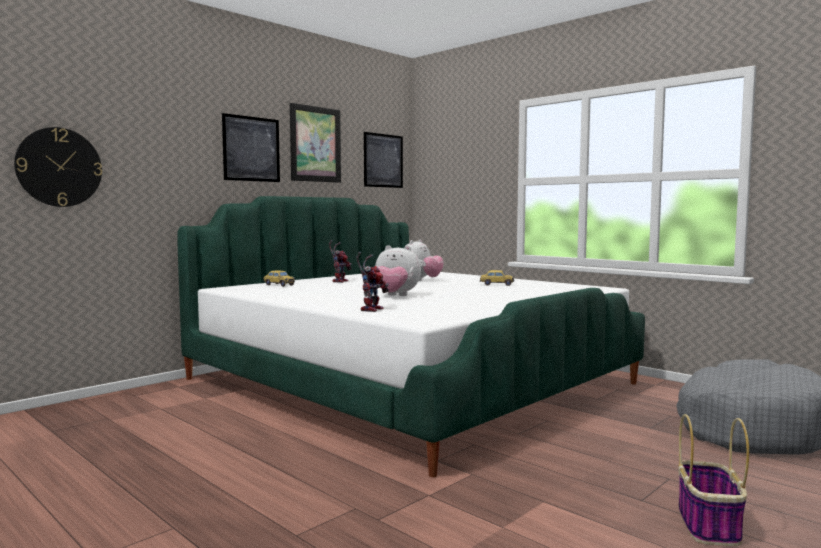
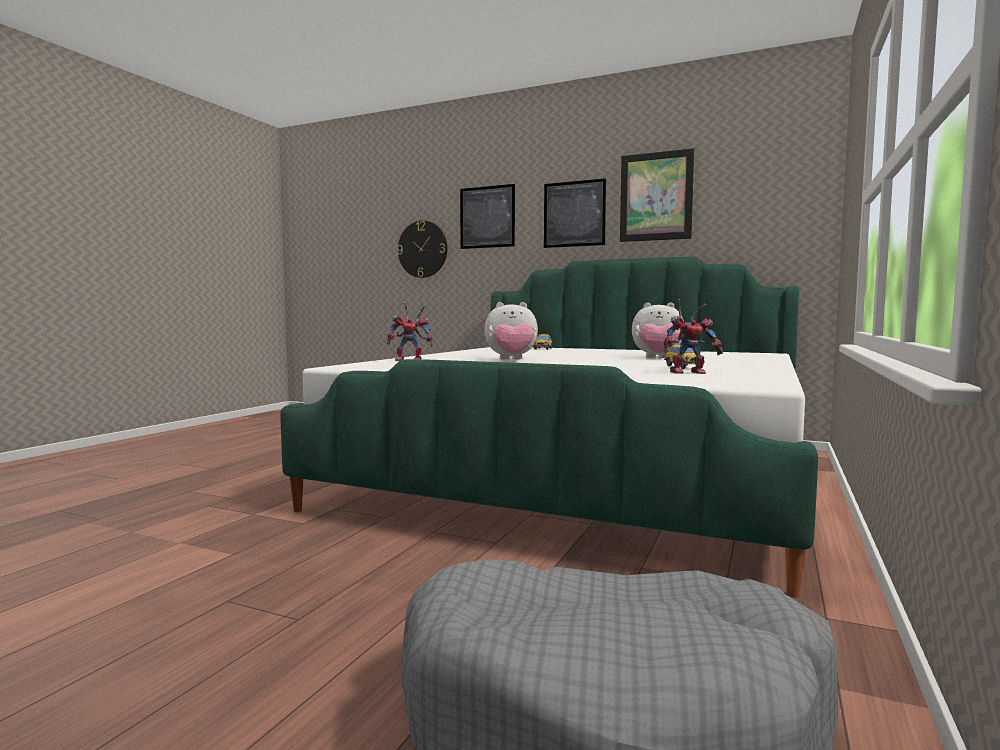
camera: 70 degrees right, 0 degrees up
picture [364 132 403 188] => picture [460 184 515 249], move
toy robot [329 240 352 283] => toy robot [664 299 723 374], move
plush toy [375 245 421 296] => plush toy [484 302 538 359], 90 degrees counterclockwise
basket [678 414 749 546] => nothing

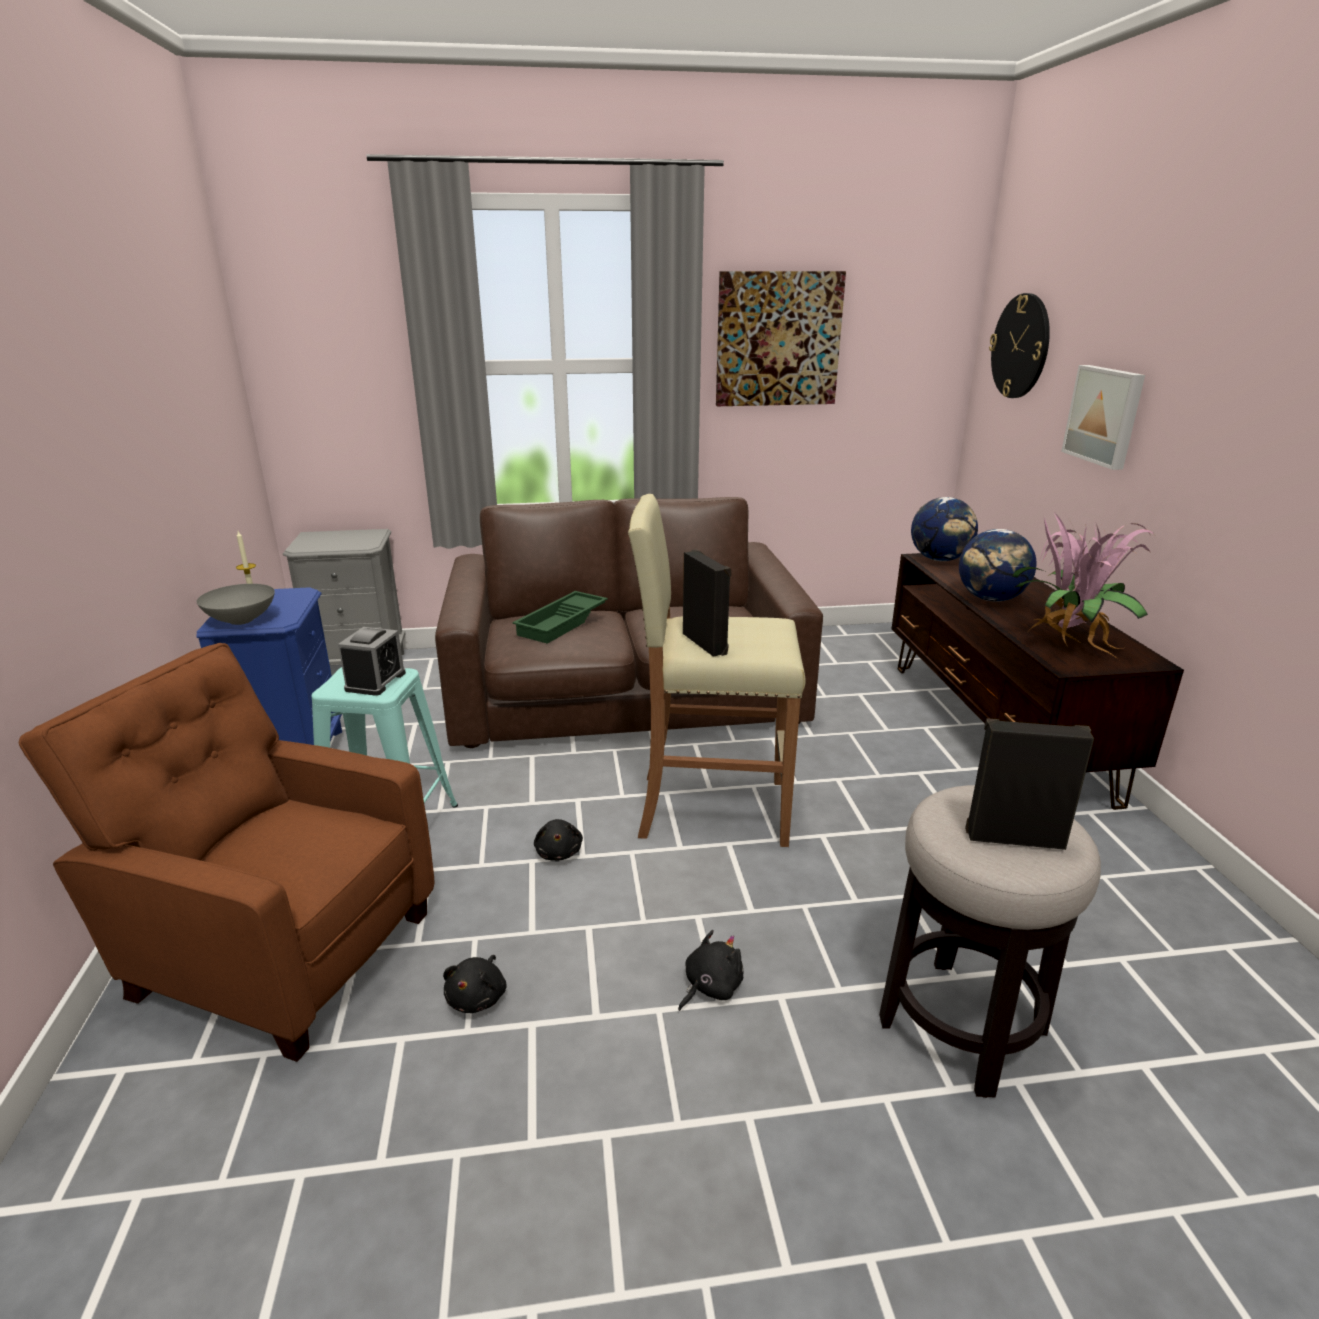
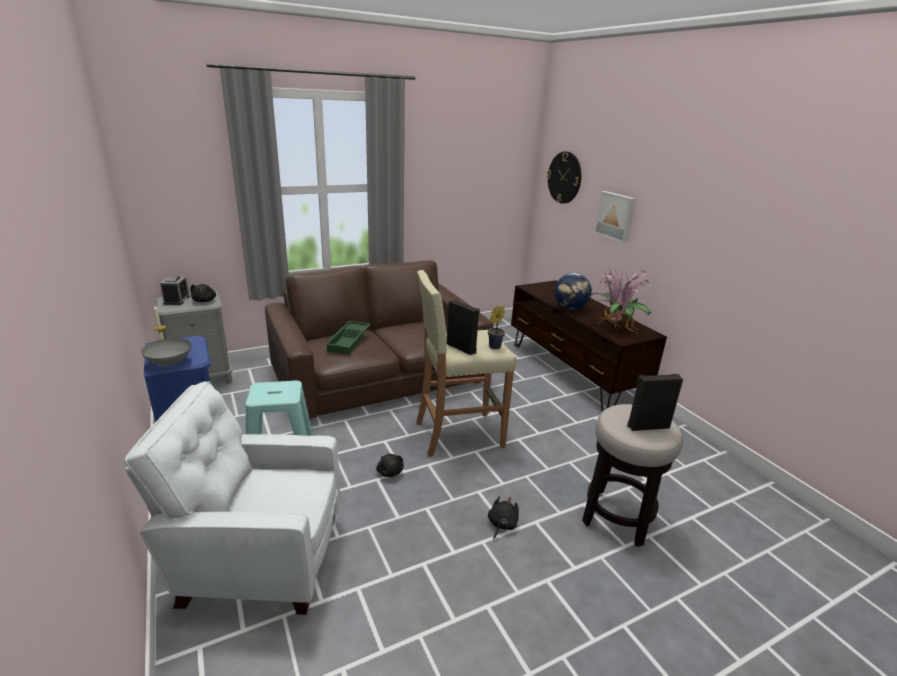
camera: 20 degrees left, 0 degrees up
picture [716 271 846 406] => nothing
globe [911 497 978 561] => nothing
alarm clock [338 627 406 696] => alarm clock [160 276 190 305], move
brown armchair [18 643 435 1062] => white armchair [124 381 340 615]
black plush toy [443 955 507 1013] => black plush toy [190 284 216 302], move
nothing => potted plant [488 306 505 349]

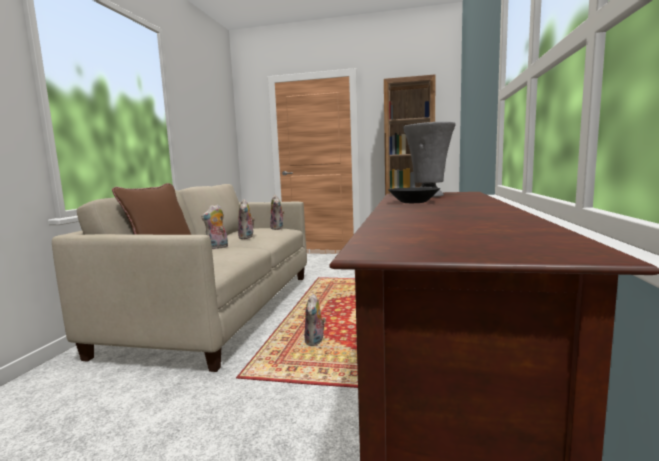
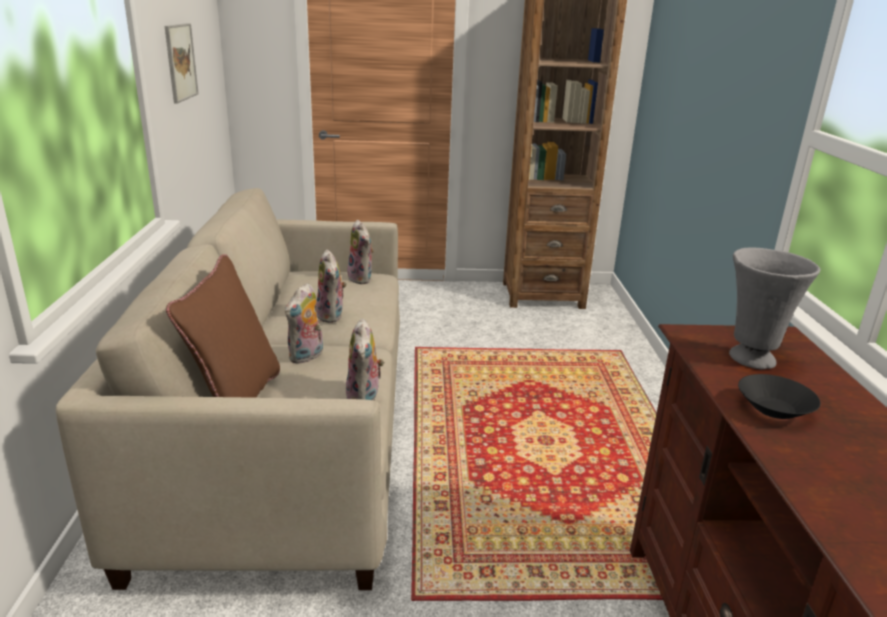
camera: 15 degrees left, 15 degrees up
plush toy [304 294 326 346] => plush toy [346 319 384 401], move
nothing => picture [165 23 199 104]

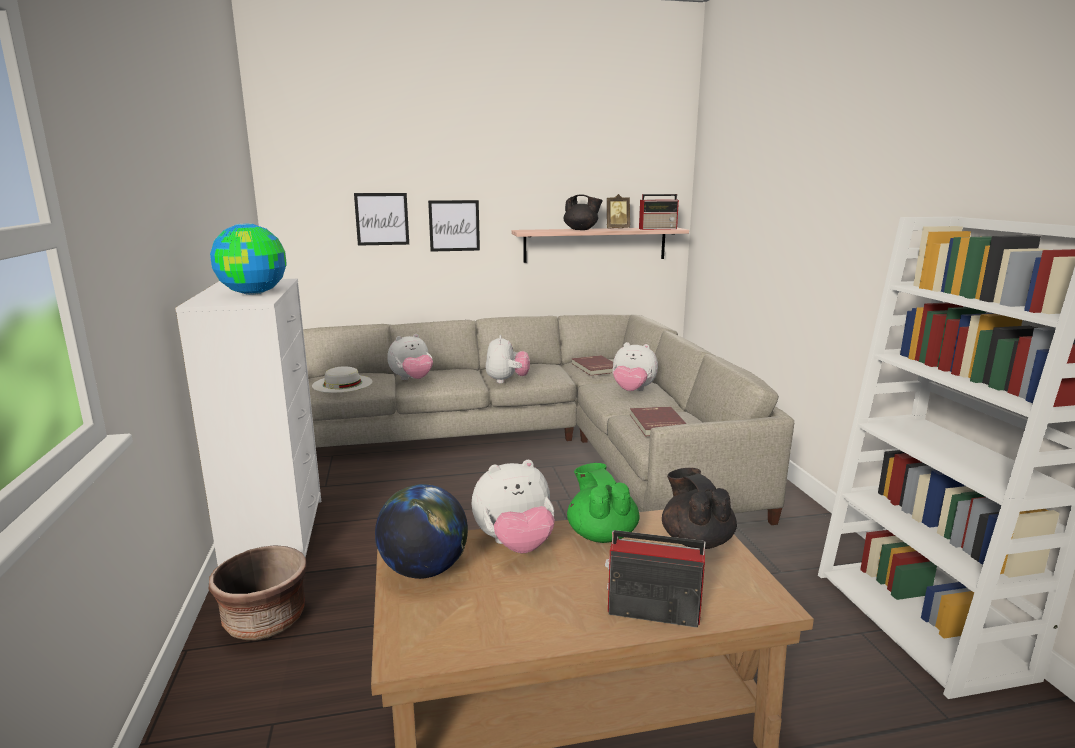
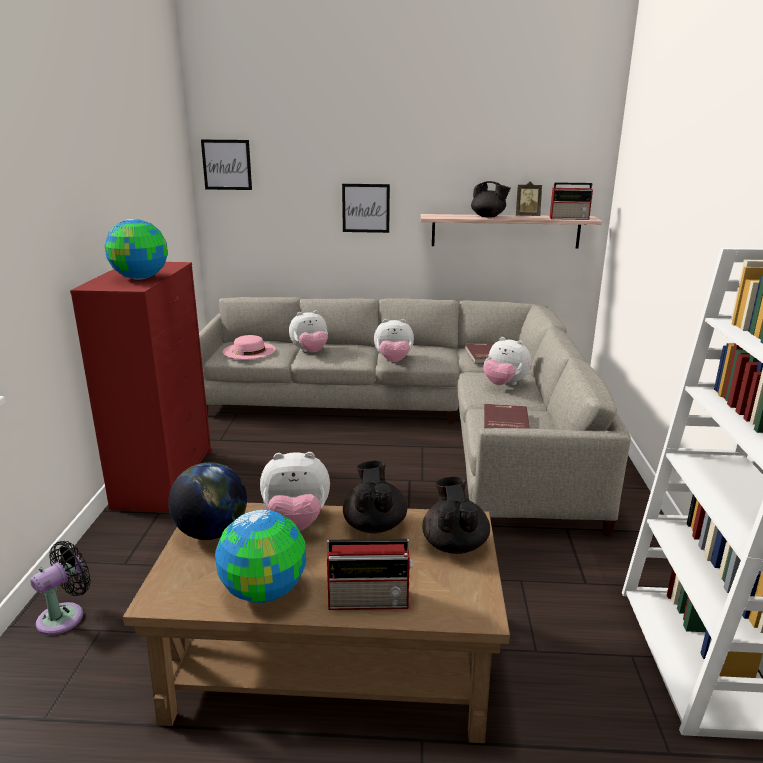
camera: 15 degrees right, 5 degrees up
picture [354 193 409 246] => picture [201 139 252 190], move
white dresser [175 279 321 566] => red dresser [70 262 211 512]
plush toy [486 335 530 383] => plush toy [374 319 414 362], 75 degrees clockwise
white hat [312 366 373 393] => pink hat [223 335 276 359]
green teapot [567 463 640 543] => black teapot [343 460 407 533]
radio [605 530 706 628] => radio [327 539 413 610], 150 degrees clockwise
brown planter [208 545 307 640] => nothing
nothing => globe [215 510 306 603]
nothing => black fan [30 541 91 635]

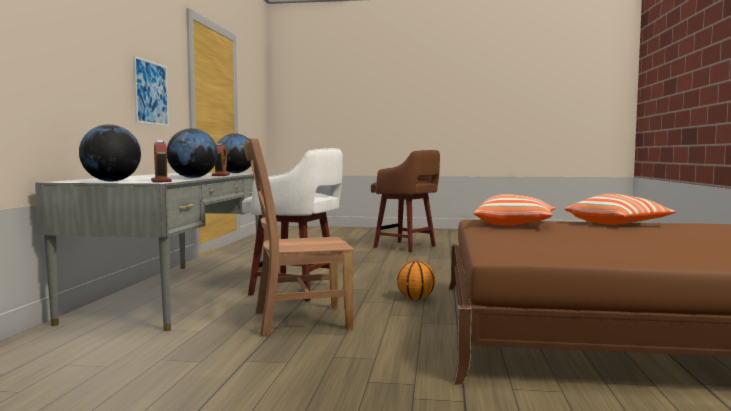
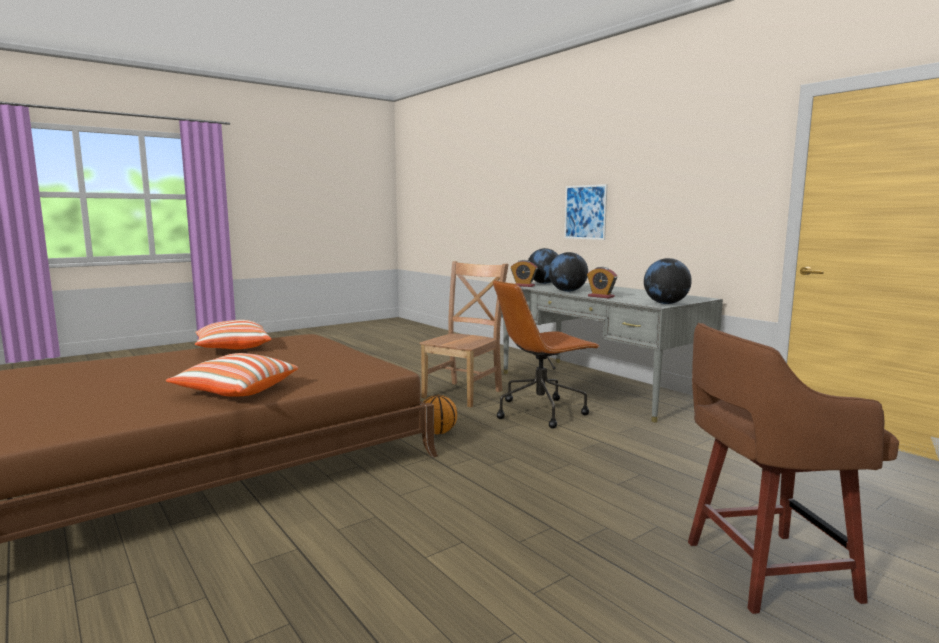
camera: 135 degrees right, 5 degrees up
picture [133 56 169 126] => picture [564 184 607 240], move
white stool [242 148 343 301] => brown office chair [493 280 600 429]
pillow [474 194 555 226] => pillow [195 320 271 349], move

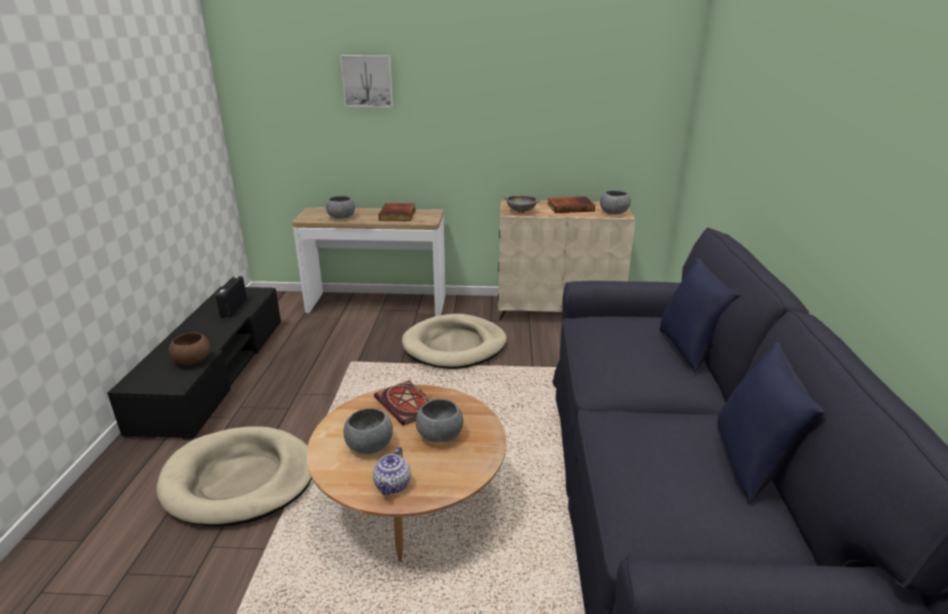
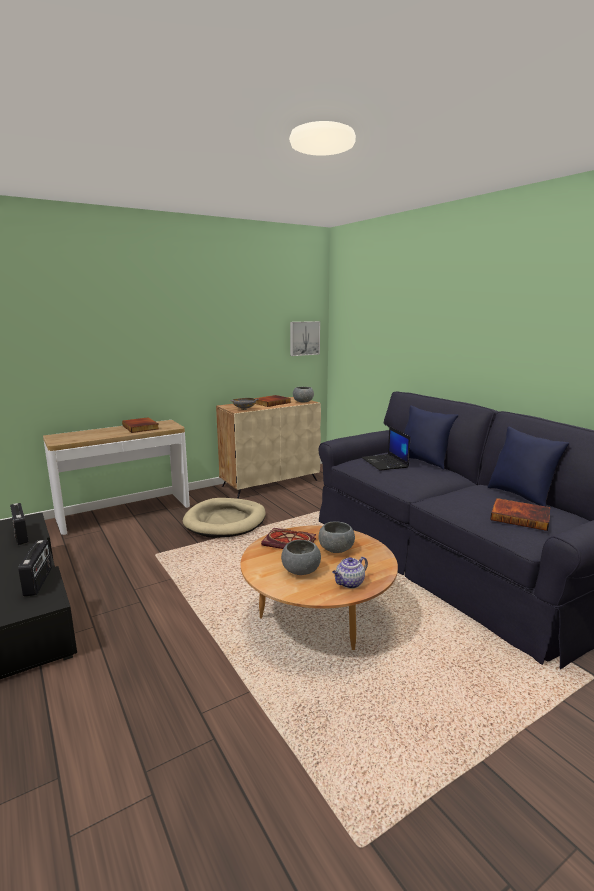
camera: 35 degrees left, 10 degrees down
picture [340 55 393 107] => picture [290 321 320 356], move
grey bowl [326 196 355 219] => nothing
brown bowl [169 333 210 365] => radio [18 540 52 597]
beige dog bed [156 426 312 527] => nothing
teapot [373 446 411 496] => teapot [332 557 368 589], 75 degrees clockwise
nothing => laptop [361 426 410 471]
nothing => book [490 498 550 531]

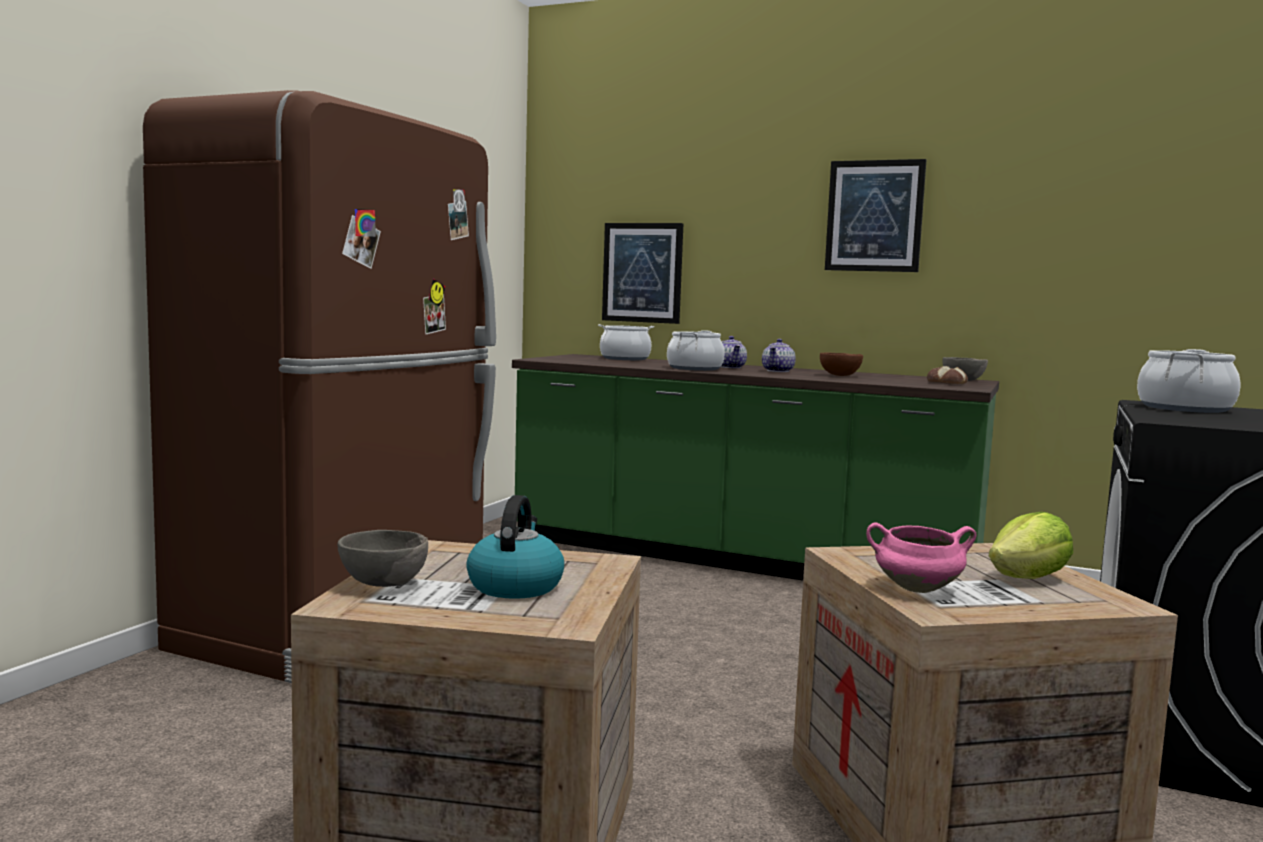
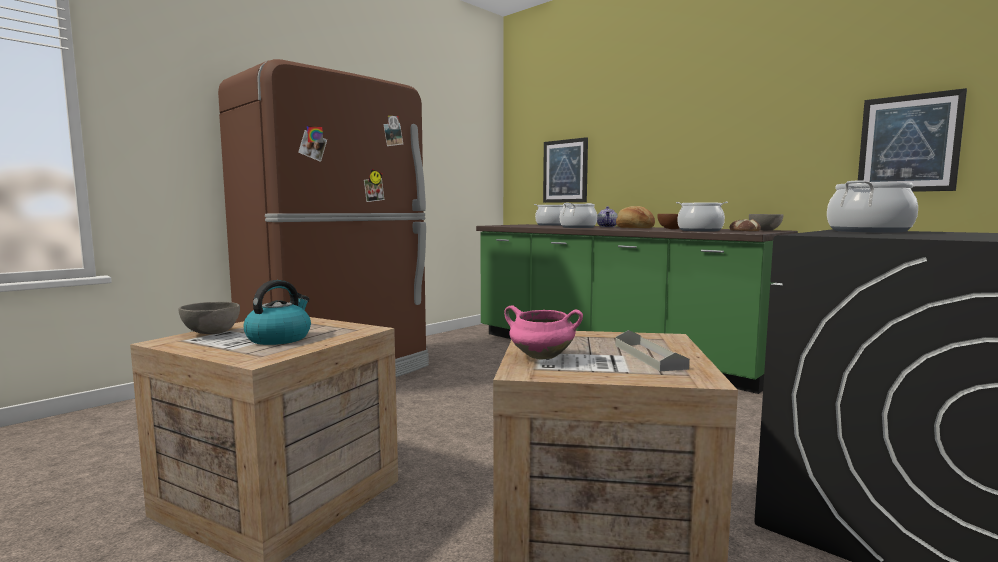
camera: 20 degrees right, 0 degrees up
picture [825 159 926 272] => picture [858 88 967 192], move
teapot [762 339 796 372] => bread [616 206 655 228]
lettuce [989 512 1073 579] => grey tray [615 330 690 371]
nothing => cooking pot [676 202 728 232]

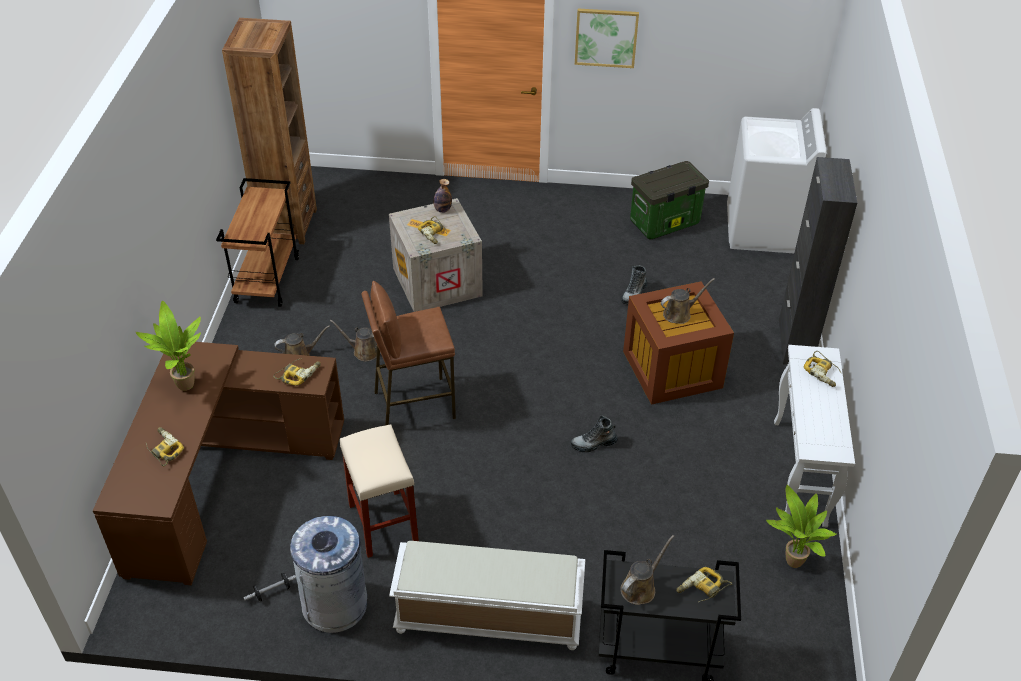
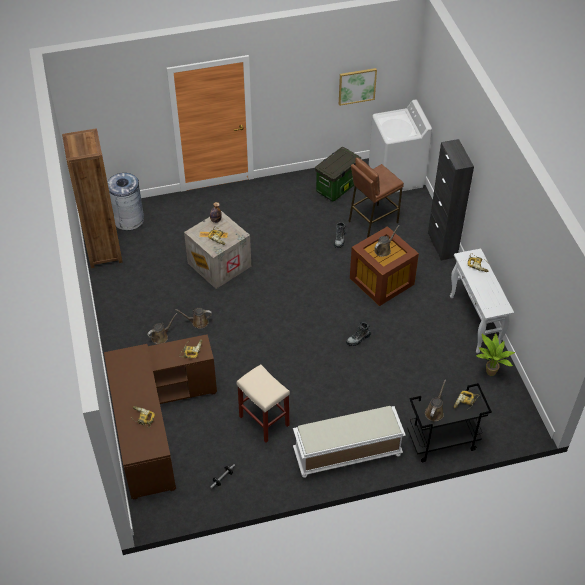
camera: 20 degrees left, 5 degrees up
picture [575 8 639 68] => picture [339 68 377 106], move
brown cart [216 178 299 307] => nothing
brown stool [361 281 456 425] => brown stool [348 158 404 238], move
potted plant [136 301 201 391] => nothing
grey trash can [290 516 367 633] => grey trash can [107 173 144 230], move

